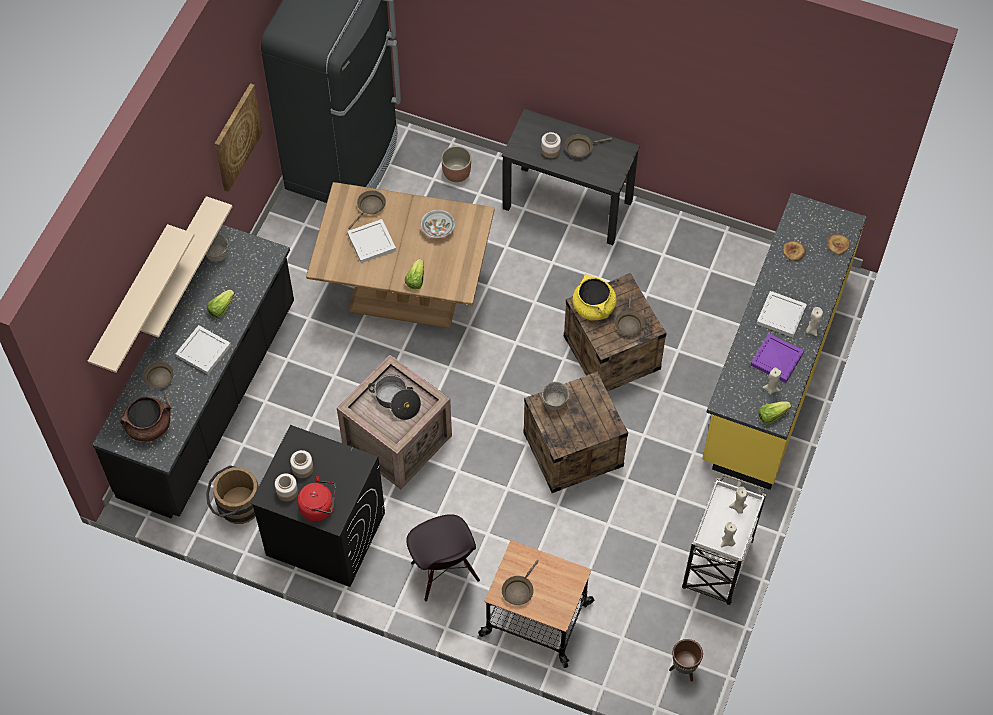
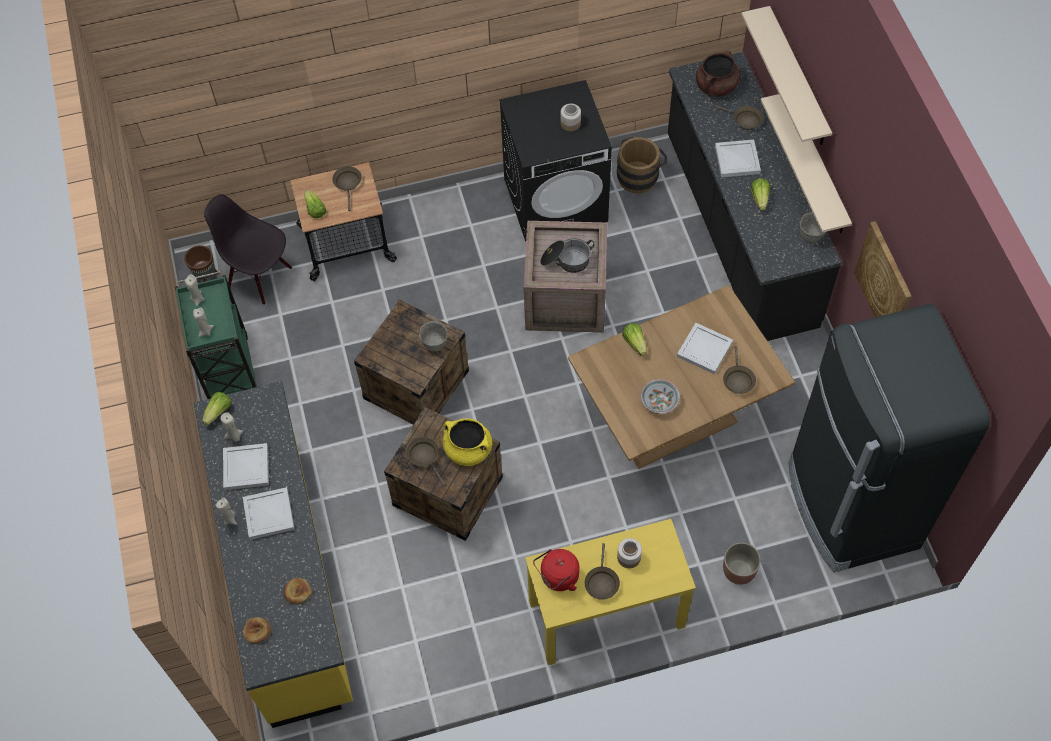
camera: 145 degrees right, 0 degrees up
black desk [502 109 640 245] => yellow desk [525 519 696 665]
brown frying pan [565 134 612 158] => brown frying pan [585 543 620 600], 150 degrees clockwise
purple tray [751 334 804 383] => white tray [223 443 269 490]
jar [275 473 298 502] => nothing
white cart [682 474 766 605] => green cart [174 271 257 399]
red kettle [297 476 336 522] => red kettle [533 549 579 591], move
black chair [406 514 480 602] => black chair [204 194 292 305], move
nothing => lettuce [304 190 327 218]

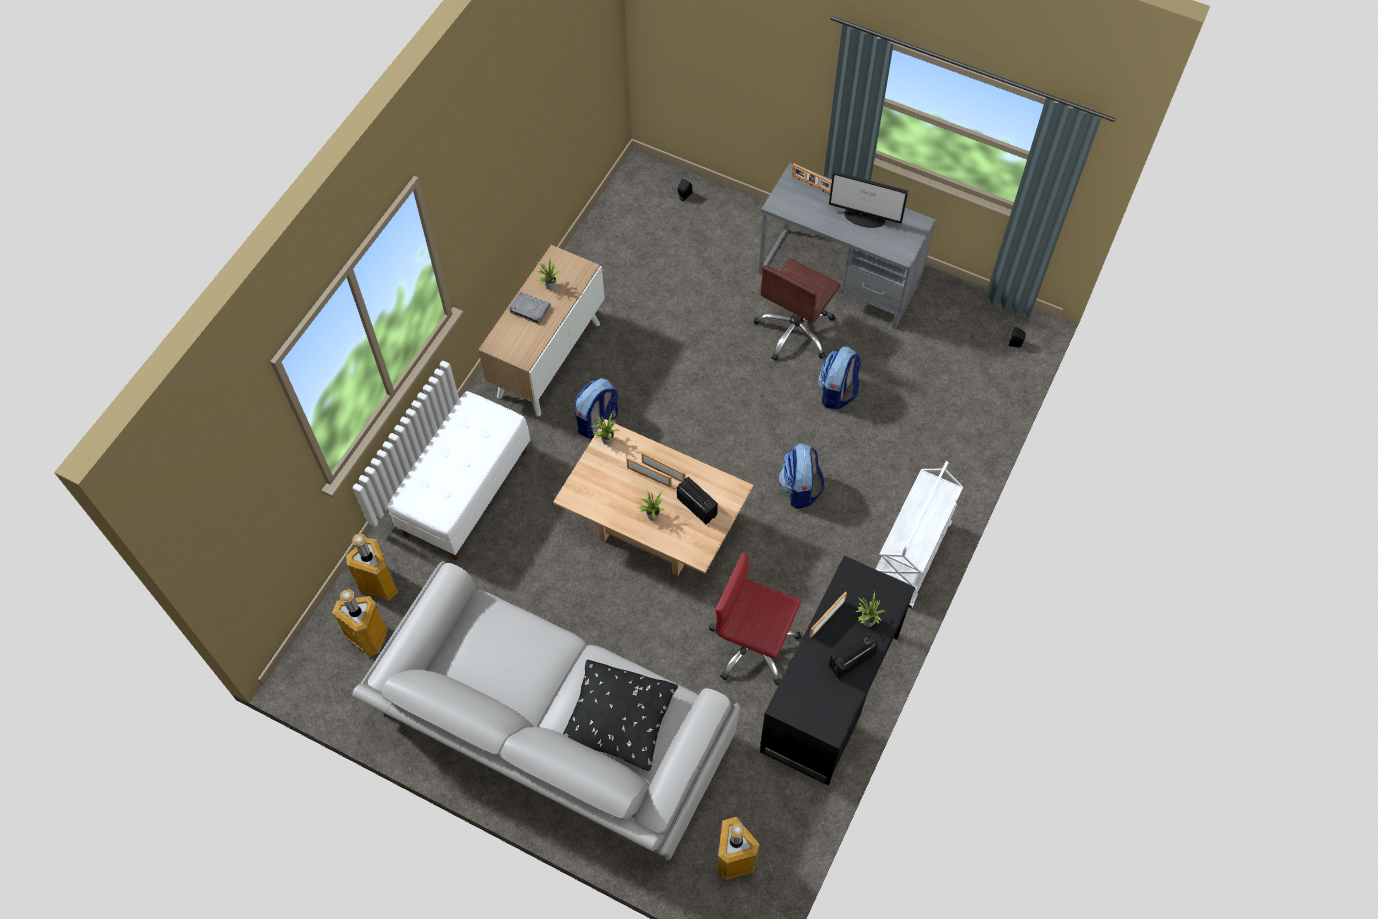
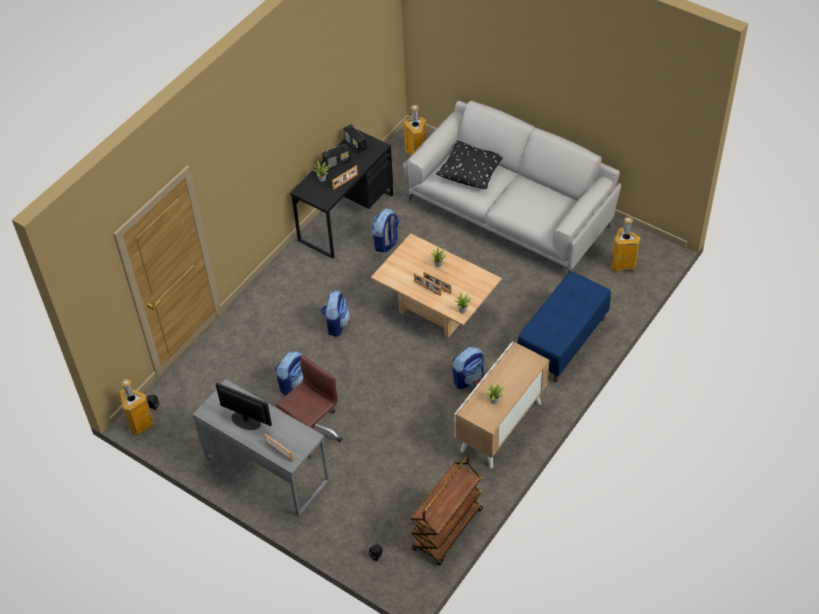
camera: 170 degrees left, 10 degrees down
grey book [509 292 551 324] => nothing
white bench [388 391 530 560] => blue bench [517 271 611 382]
white cart [875 461 963 608] => nothing
radio [677 477 718 524] => radio [343 125 367 153], move
trash can [346 533 398 601] => trash can [120 379 153 435], move
red office chair [709 552 801 685] => backpack [371 209 399 252]
nothing => brown cart [410 456 483 566]

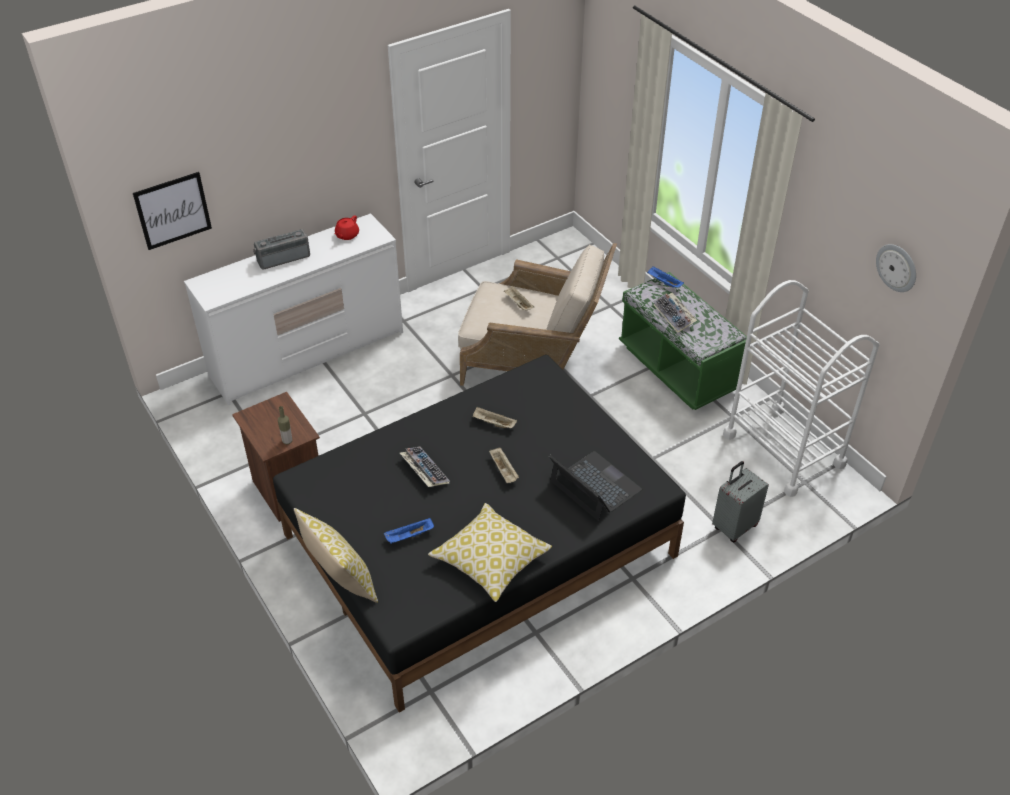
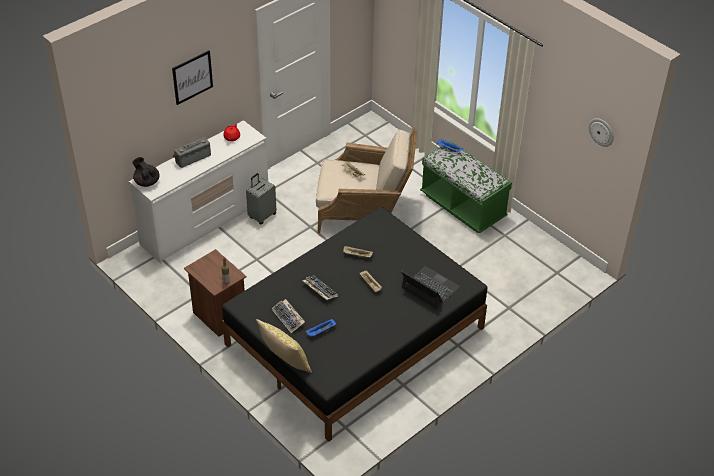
camera: 10 degrees left, 0 degrees up
picture [133 172 212 250] => picture [172 50 213 105], move
white cart [723 280 879 497] => nothing
keyboard [654 292 697 333] => keyboard [272 299 305 333], move
grey suitcase [712 461 769 542] => grey suitcase [246 173 276 224], move
pillow [428 503 552 602] => nothing
nothing => black teapot [132 157 160 187]

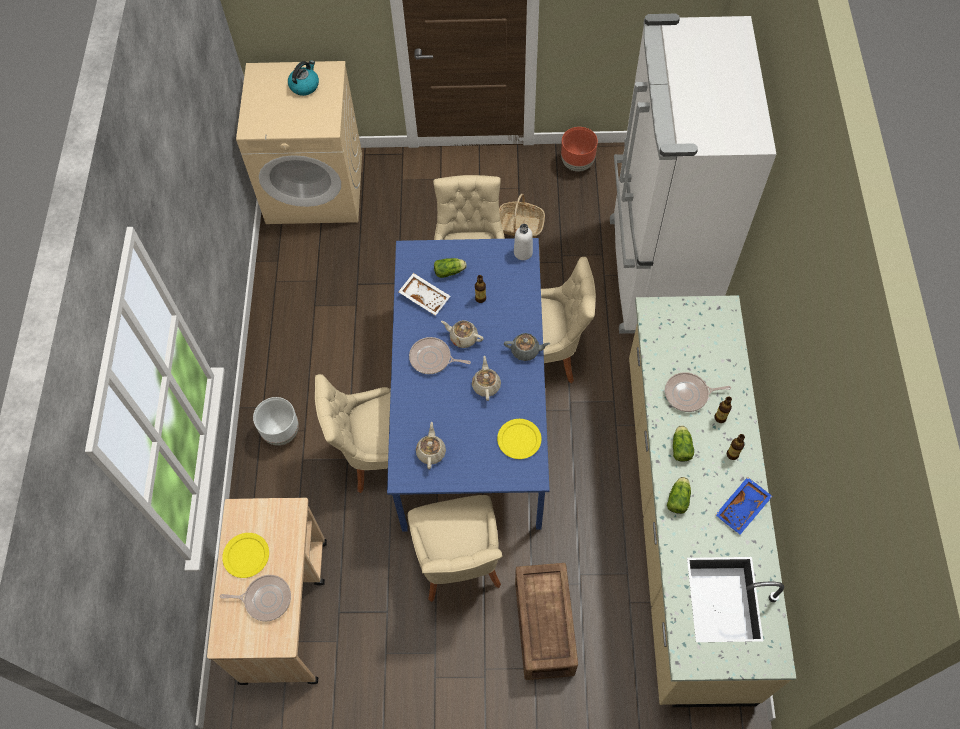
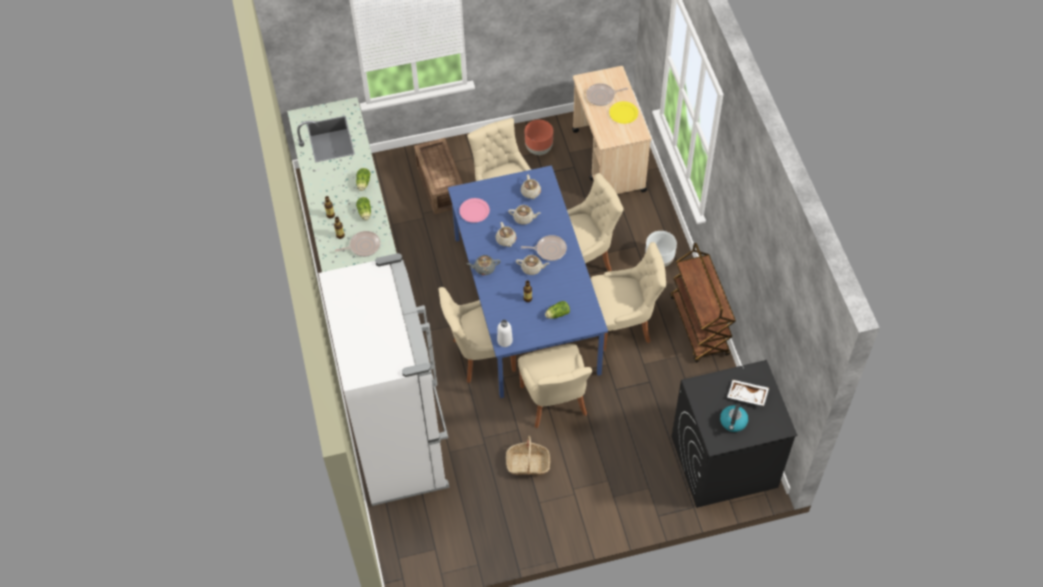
camera: 165 degrees right, 5 degrees down
beige washing machine [236 61 362 224] => black washing machine [672 360 797 508]
brown planter [561 127 598 172] => brown planter [525 120 553 155], move
white tray [398 273 450 316] => white tray [727 380 769 406], move
yellow plate [497 419 541 459] => pink plate [459 198 490 223]
blue tray [715 477 772 534] => nothing
nothing => beige teapot [508 205 541 225]
nothing => beige chair [591 242 666 351]
nothing => brown cart [670 243 736 363]

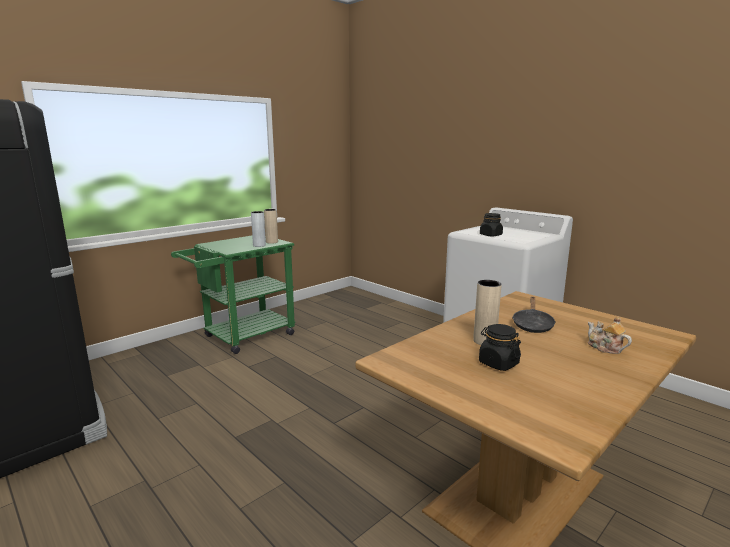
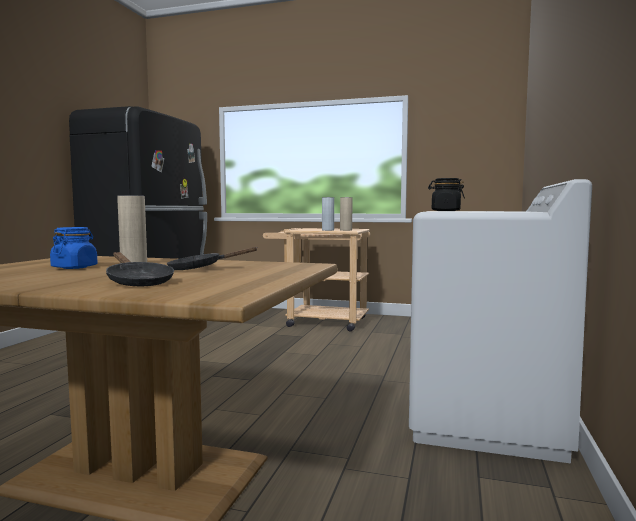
camera: 60 degrees right, 10 degrees down
green cart [171 236 295 354] => beige cart [263 228 370 331]
teapot [588 316 632 354] => black frying pan [106 252 174 286]
black jar [479 324 521 371] => blue jar [50 227 98 269]

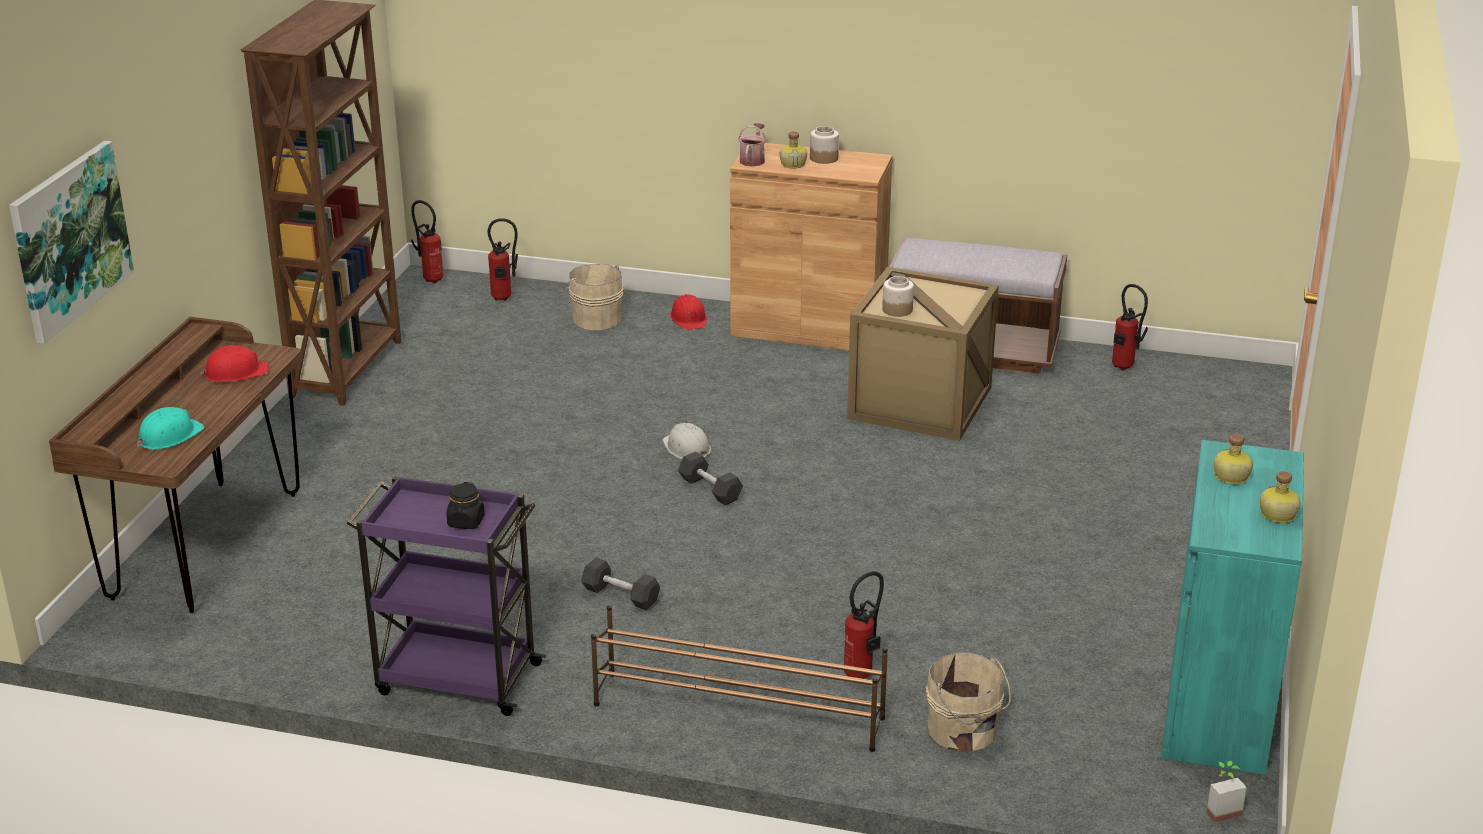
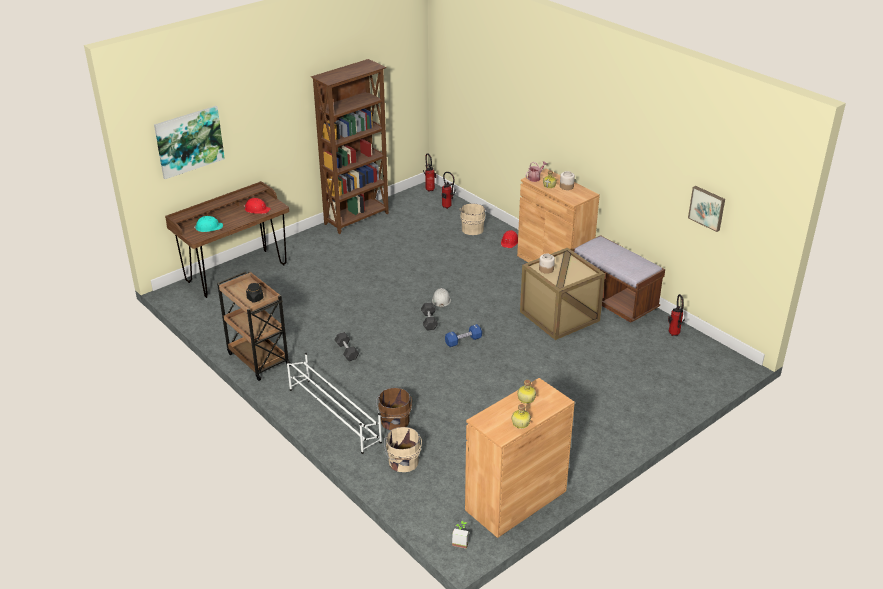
camera: 35 degrees right, 5 degrees up
turquoise cabinet [1161 440 1304 775] => brown cabinet [465 378 575 538]
purple cart [347 476 547 716] => brown cart [217 271 291 381]
fire extinguisher [844 571 884 679] => brown bucket [376 388 412 430]
brown shoe rack [591 605 888 752] => white shoe rack [287 353 382 454]
nothing => picture [688 186 725 232]
nothing => blue dumbbell [445 324 482 347]

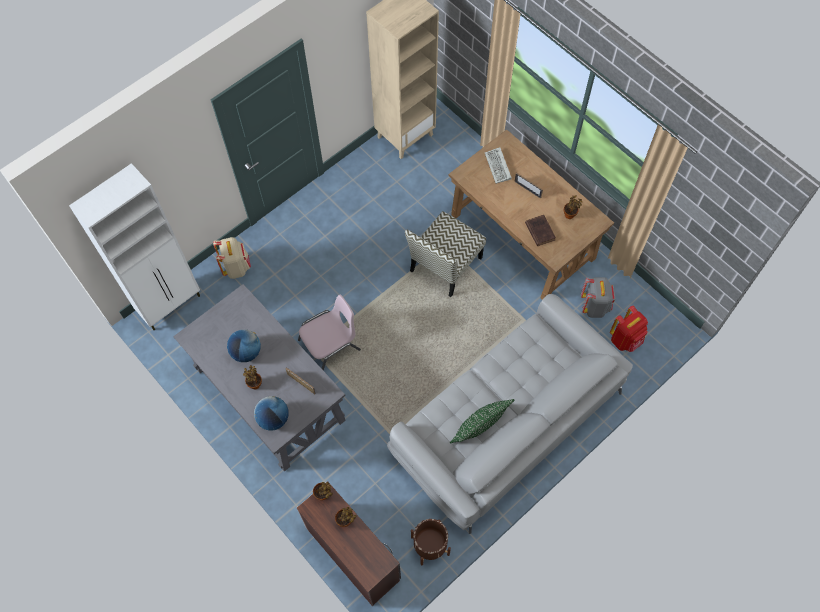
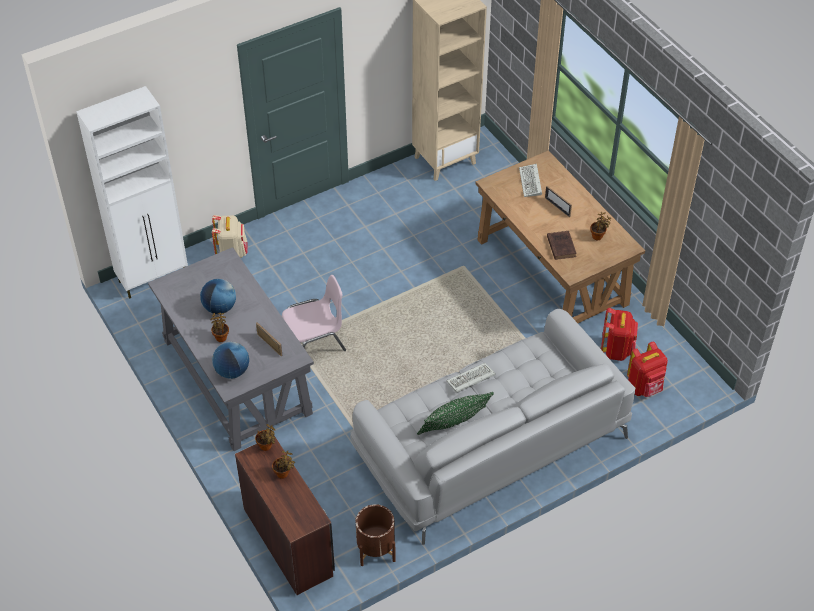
camera: 10 degrees right, 15 degrees down
chair [405 211 486 297] => nothing
grey backpack [581 277 616 318] => red backpack [601 308 638 361]
nothing => keyboard [446 363 496 393]

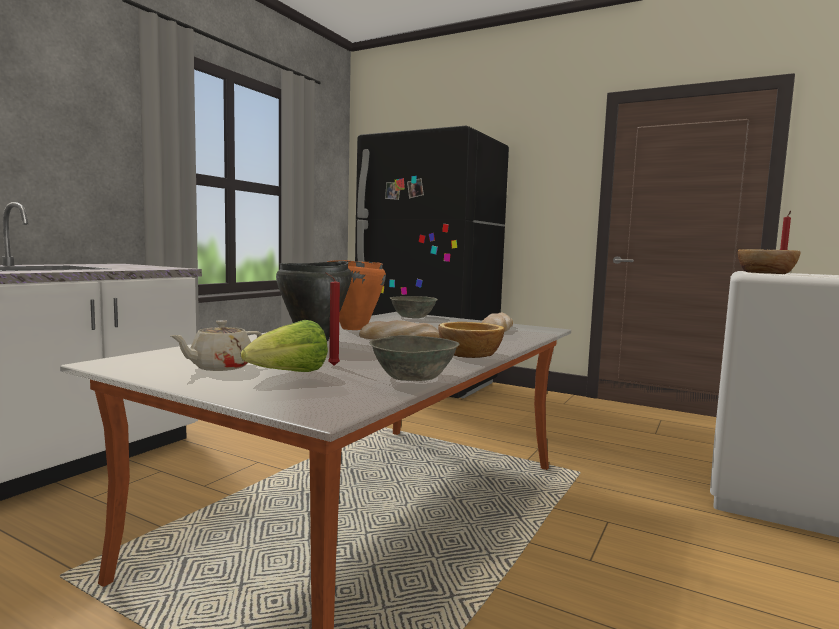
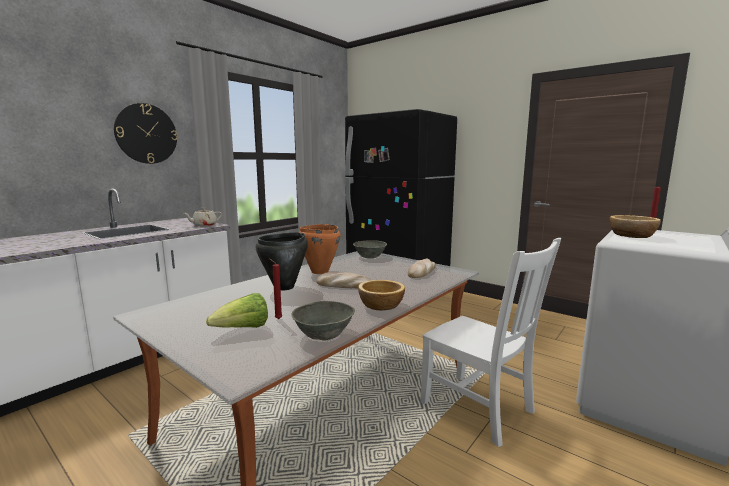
camera: 10 degrees right, 5 degrees up
beige teapot [170 320 262 371] => beige teapot [183 207 222 227], move
nothing => wall clock [114 103 178 164]
nothing => white chair [420 238 561 447]

